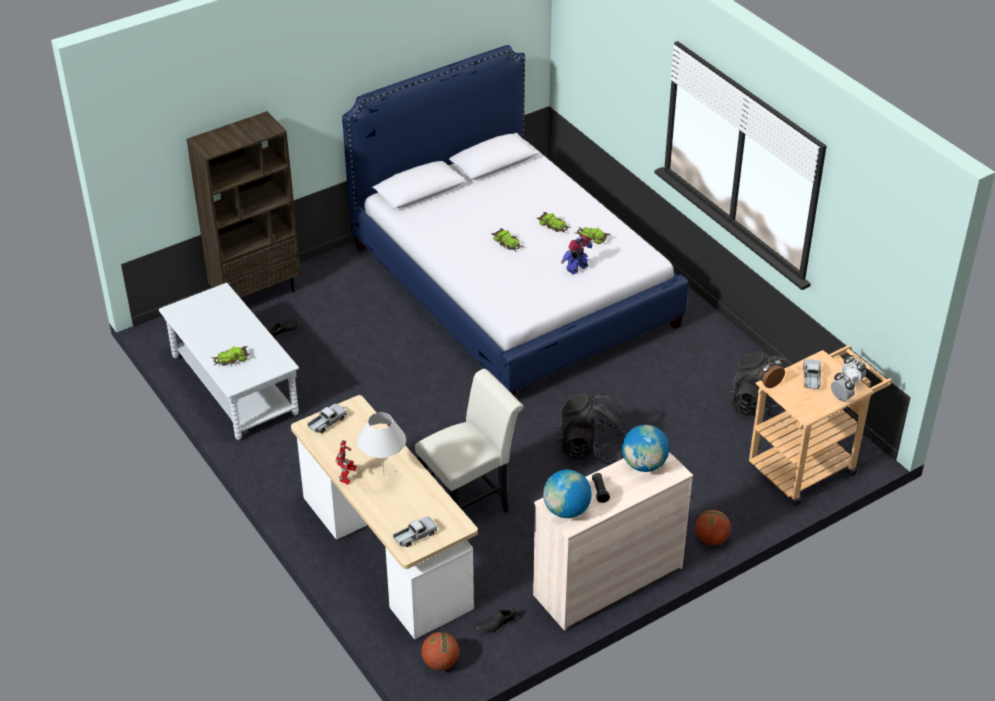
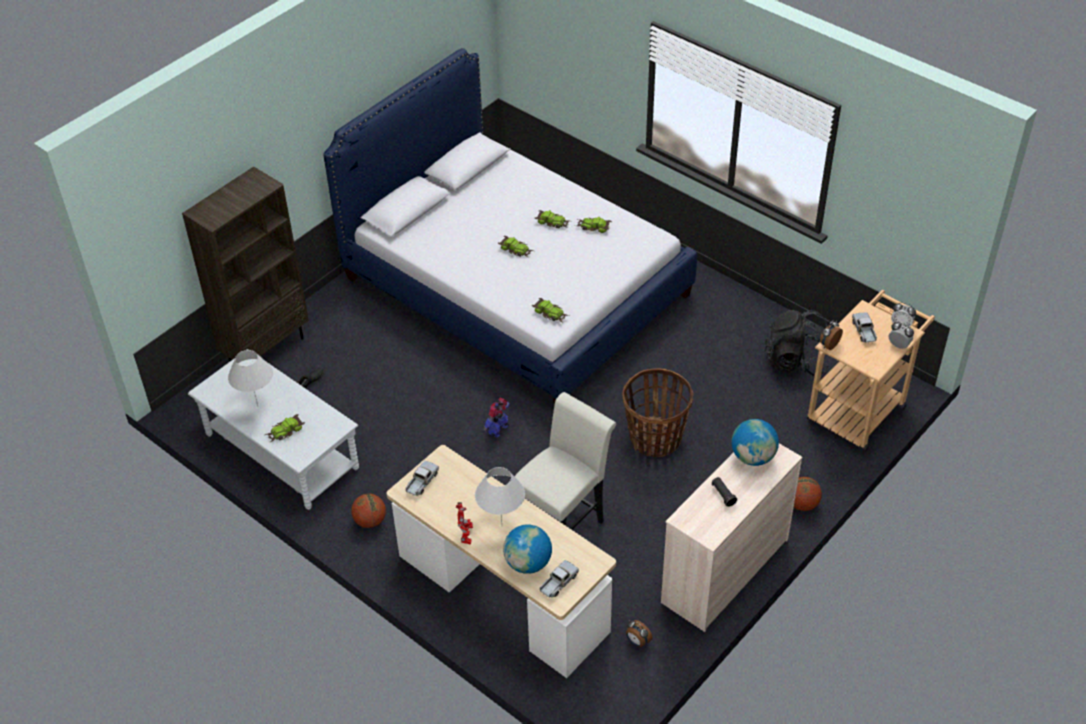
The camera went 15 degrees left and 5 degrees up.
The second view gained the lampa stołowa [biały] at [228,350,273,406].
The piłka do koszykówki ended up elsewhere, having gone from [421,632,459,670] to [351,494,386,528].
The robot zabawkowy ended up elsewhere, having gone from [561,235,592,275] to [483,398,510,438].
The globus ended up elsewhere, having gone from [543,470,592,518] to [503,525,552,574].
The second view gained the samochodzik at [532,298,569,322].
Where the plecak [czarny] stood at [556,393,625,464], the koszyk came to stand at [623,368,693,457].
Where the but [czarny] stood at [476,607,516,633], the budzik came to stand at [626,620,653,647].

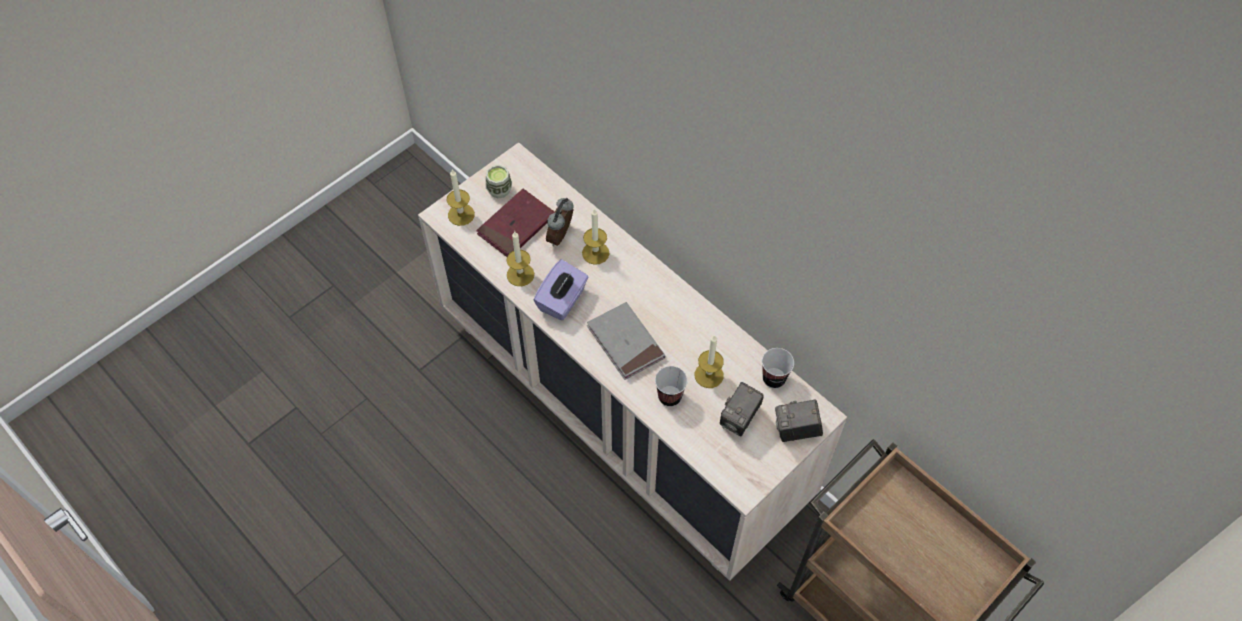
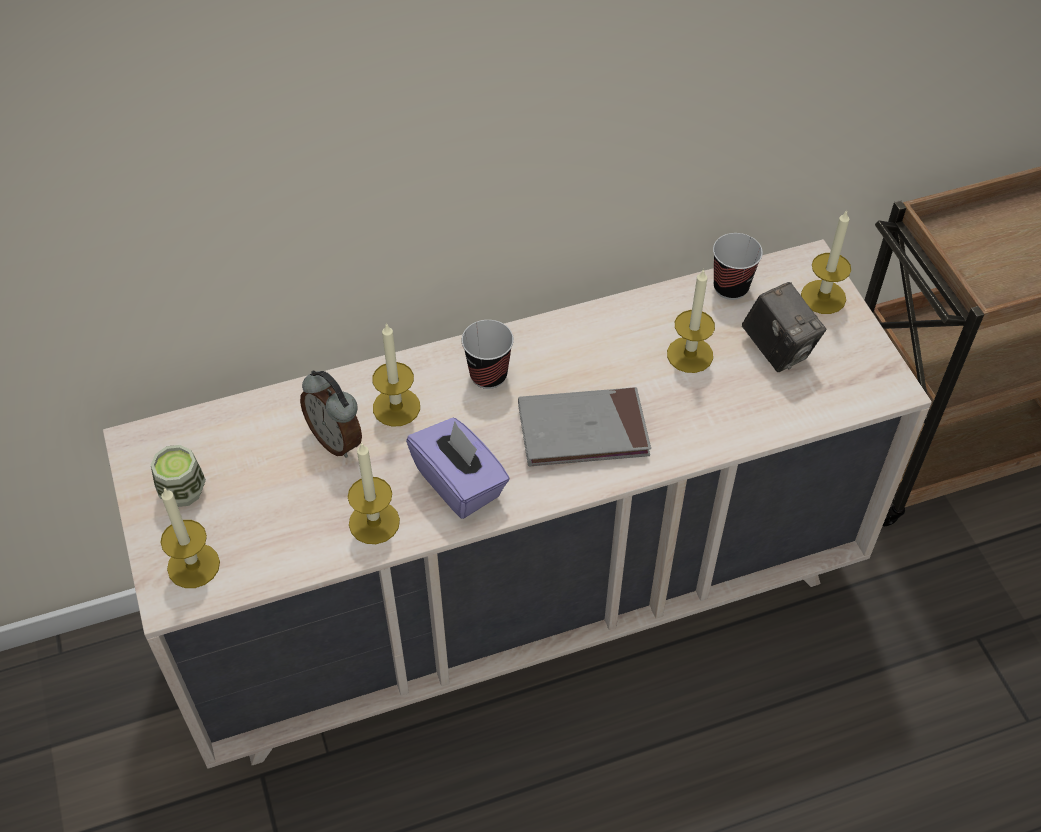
The camera went 65 degrees left and 5 degrees down.
The filiżanka ended up elsewhere, having gone from [655,366,688,407] to [462,320,514,389].
Where the aparat fotograficzny stood at [775,399,823,442], the świeca came to stand at [801,210,851,314].
The second view lost the książka [czerwony] at [476,189,554,257].

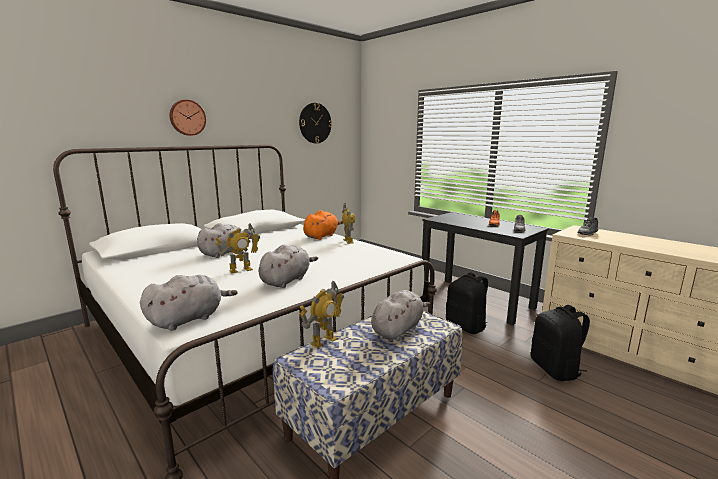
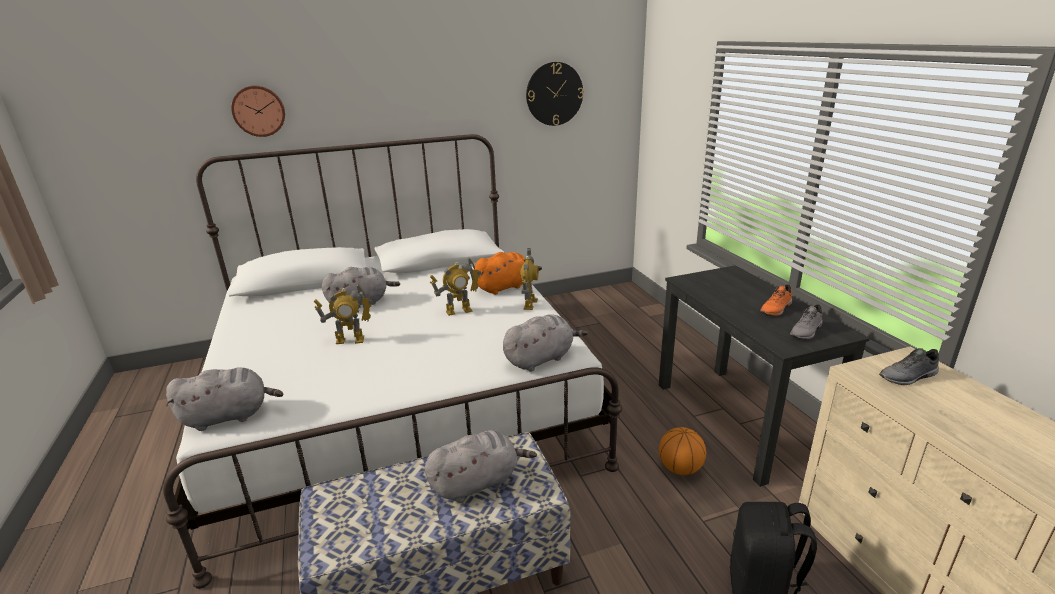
The camera went 25 degrees right and 10 degrees up.
The zegar ścienny ended up elsewhere, having gone from [169,100,206,136] to [231,86,285,137].
The robot zabawkowy ended up elsewhere, having gone from [299,281,344,348] to [430,256,481,316].
The pluszak [szary] ended up elsewhere, having gone from [259,245,318,288] to [503,314,588,372].
Where the plecak [czarny] stood at [446,272,488,334], the piłka do koszykówki came to stand at [659,427,706,475].

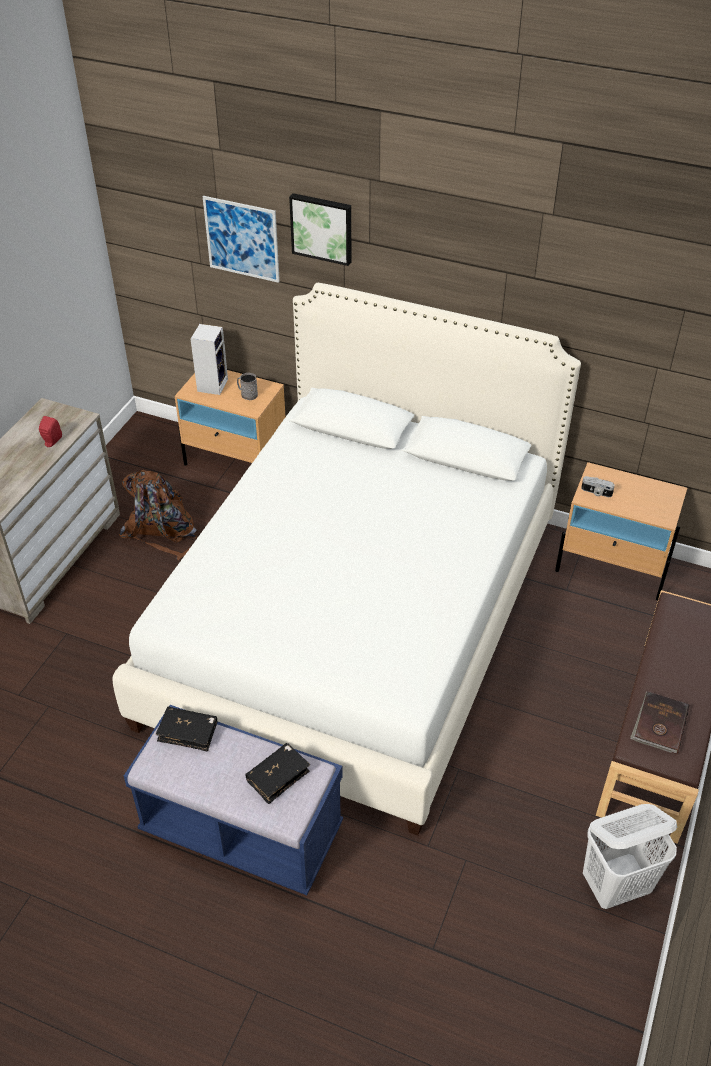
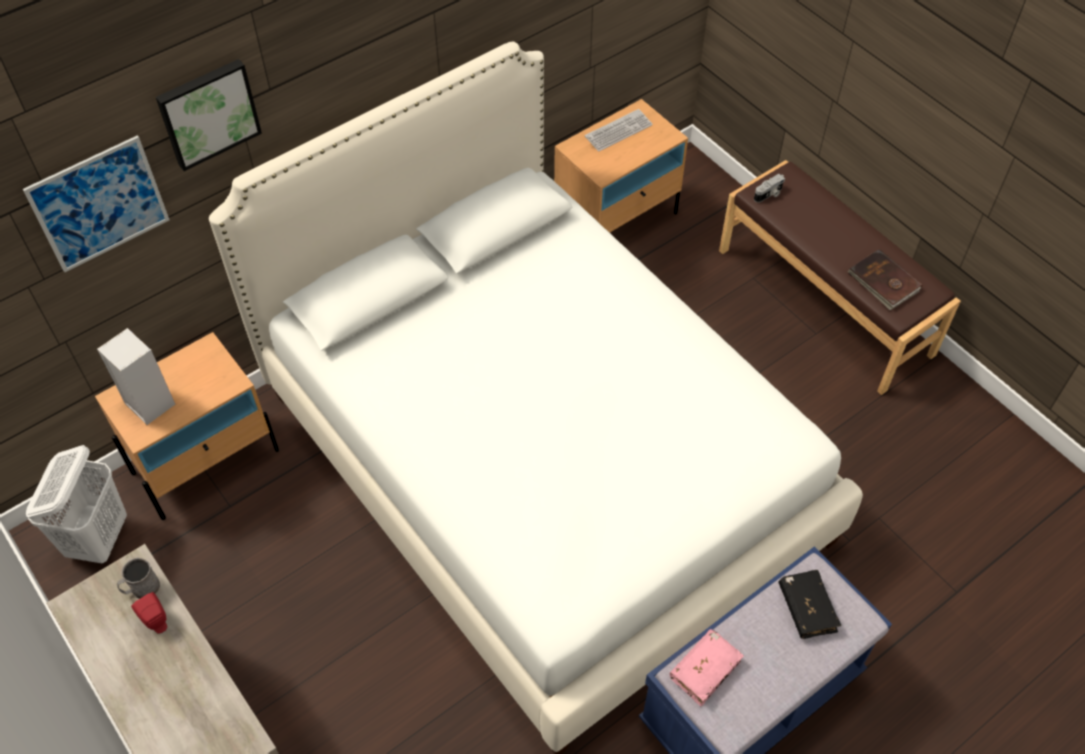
The camera went 60 degrees left and 10 degrees up.
The kosz na pranie [biały] ended up elsewhere, having gone from [583,804,677,909] to [26,445,127,564].
The kubek [szary] ended up elsewhere, having gone from [237,373,258,400] to [117,557,160,599].
The second view gained the klawiatura at [585,109,653,152].
What was the książka [czarny] at [156,707,217,751] turned into the książka [różowy] at [670,629,744,706].
The aparat fotograficzny ended up elsewhere, having gone from [581,476,615,497] to [754,174,785,203].
The second view lost the plecak [brązowy] at [119,470,197,560].

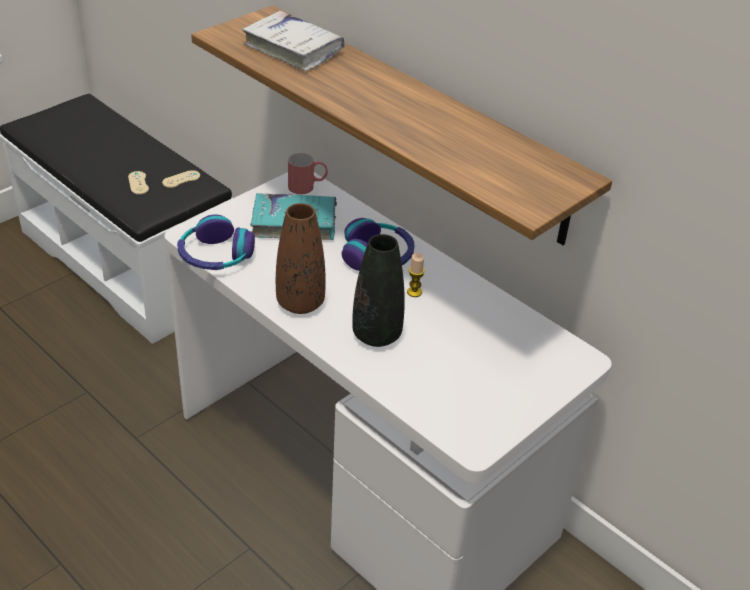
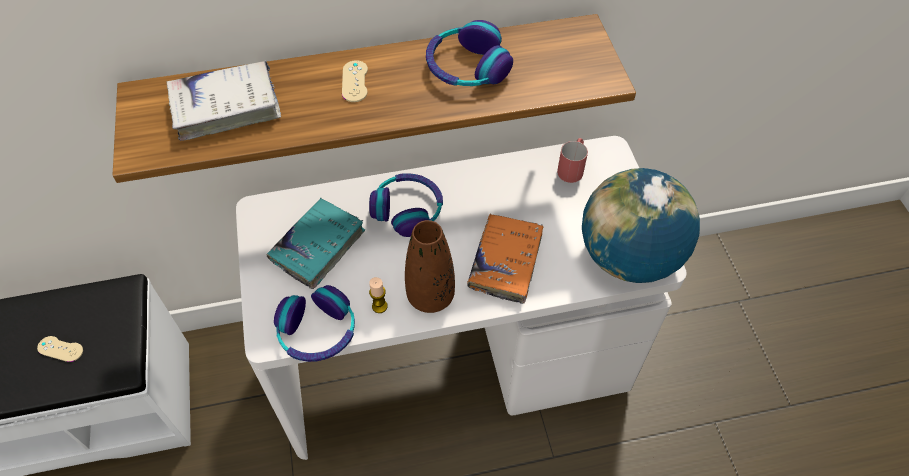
The camera went 55 degrees left and 15 degrees up.
The pad do gier [beżowy] ended up elsewhere, having gone from [162,170,200,188] to [342,60,368,102].
The świeca ended up elsewhere, having gone from [407,253,425,297] to [369,277,388,313].
The second view gained the słuchawki at [426,20,513,86].
Where the wazon [czarny] stood at [352,234,405,347], the książka [pomarańczowy] came to stand at [467,214,543,304].
The kubek [czerwony] ended up elsewhere, having gone from [288,153,328,194] to [557,138,588,183].
The second view gained the globus at [582,168,700,283].

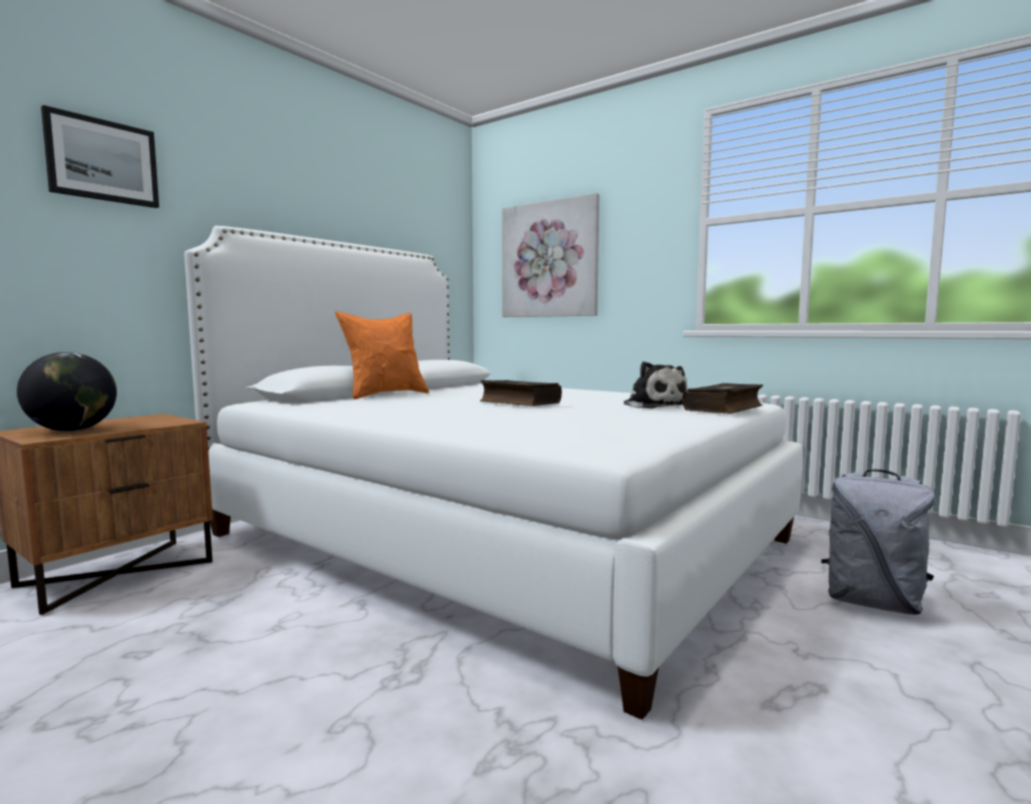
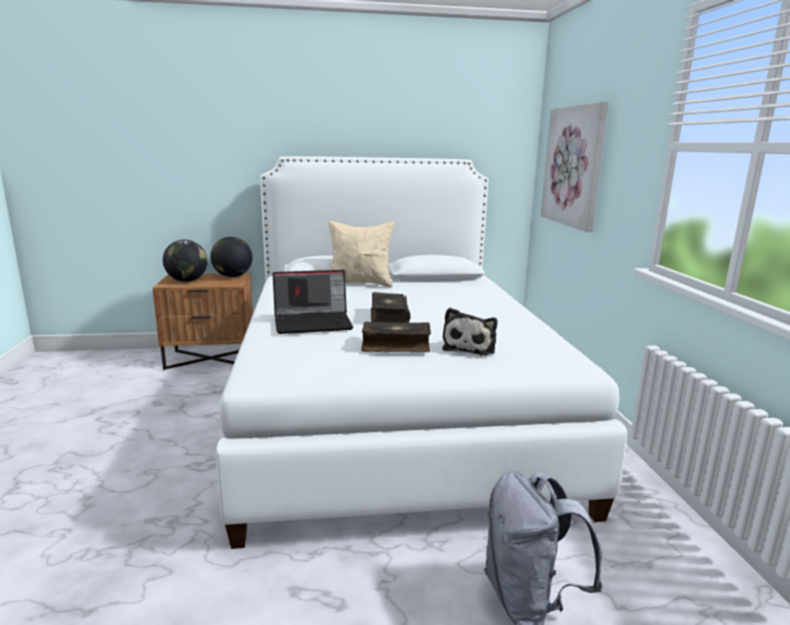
The camera went 45 degrees right and 10 degrees up.
The second view gained the globus at [210,237,253,277].
The second view gained the laptop at [273,270,353,334].
What was the poduszka [pomarańczowy] at [335,311,429,400] turned into the poduszka [beżowy] at [328,221,395,288].
The książka ended up elsewhere, having gone from [682,383,763,414] to [361,322,431,352].
The second view lost the obraz at [41,105,159,208].

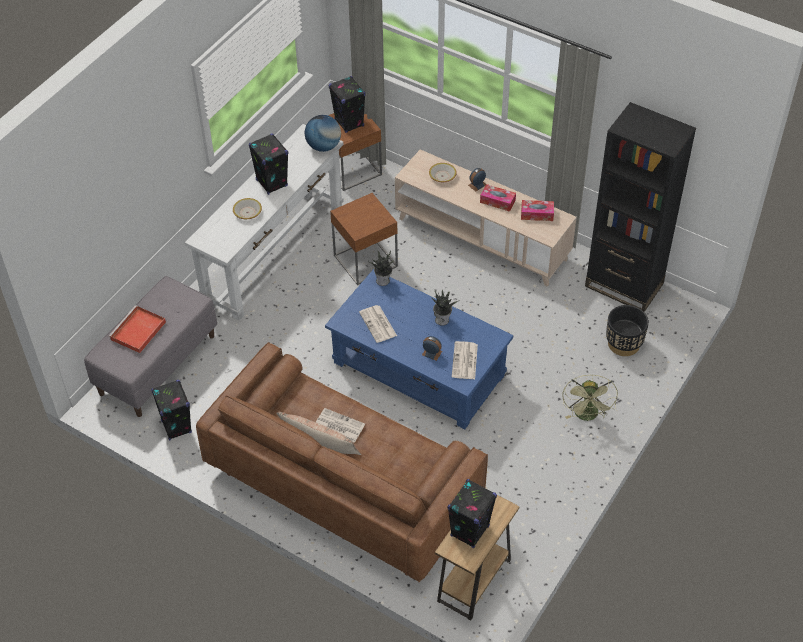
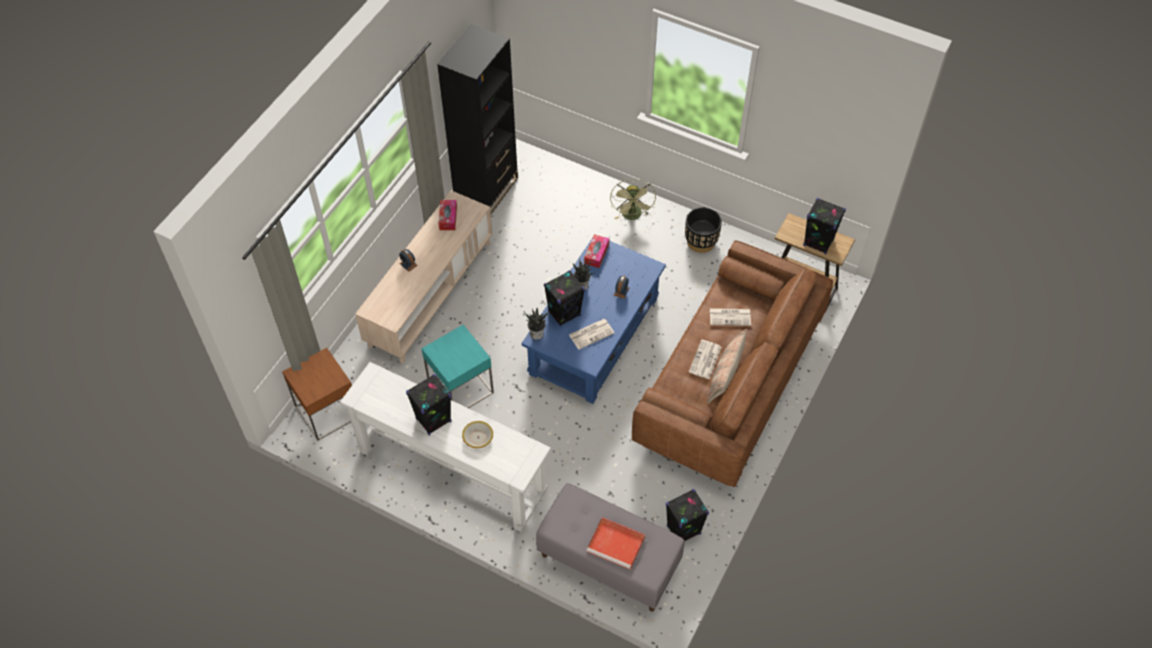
The camera went 95 degrees left and 5 degrees up.
What was the stolik [brązowy] at [330,193,398,285] turned into the stolik [turkusowy] at [421,325,494,408].
The głośnik [czarny] ended up elsewhere, having gone from [329,76,366,133] to [544,270,585,327].
The pudełko chusteczek ended up elsewhere, having gone from [480,184,516,212] to [584,234,609,268].
The wentylator [zielony] at [562,374,618,421] ended up facing another way, 90 degrees clockwise from before.
The donica [czarny] ended up elsewhere, having gone from [606,305,649,356] to [685,207,722,253].
The gazeta ended up elsewhere, having gone from [452,341,478,379] to [710,308,751,326].
The second view lost the globus at [305,115,341,152].
The second view lost the miska at [429,163,457,182].

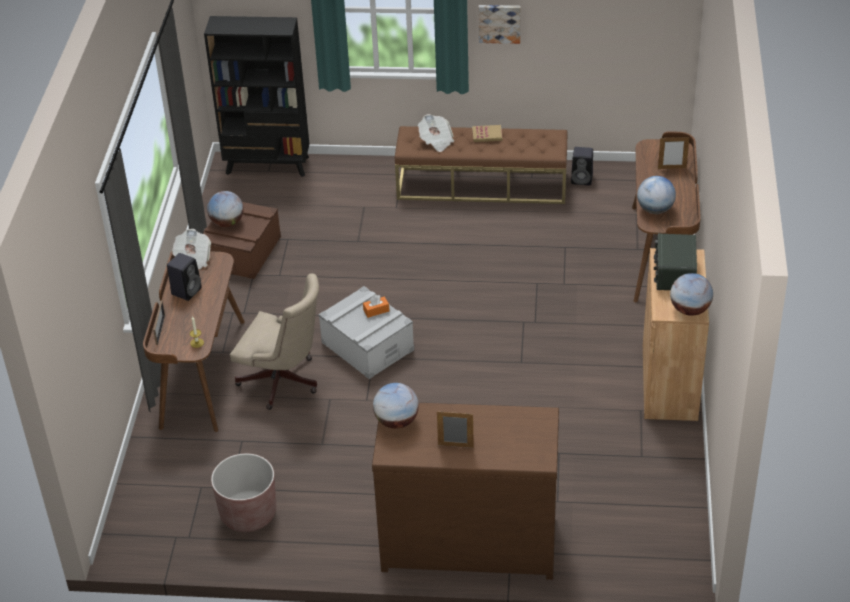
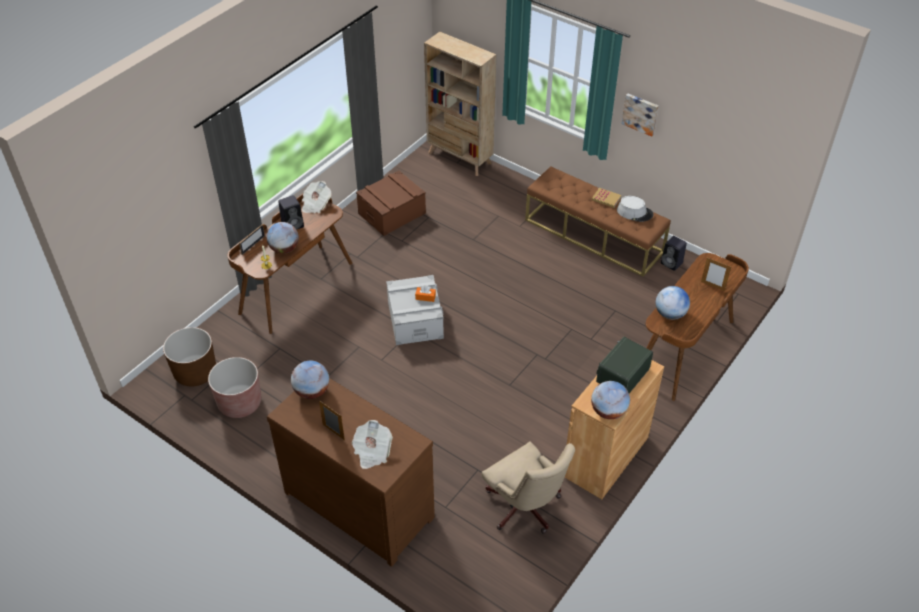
The camera went 30 degrees right and 5 degrees up.
The second view gained the donica [brązowy] at [163,327,216,387].
The globus ended up elsewhere, having gone from [207,191,244,227] to [266,222,299,254].
The gazeta ended up elsewhere, having gone from [418,114,454,152] to [352,420,393,469].
What was the regał [czarny] at [204,16,309,177] turned into the regał [beżowy] at [424,32,496,176].
The krzesło biurowe [beżowy] ended up elsewhere, having gone from [230,273,319,410] to [482,441,575,534].
The second view gained the kapelusz [szary] at [617,196,654,222].

